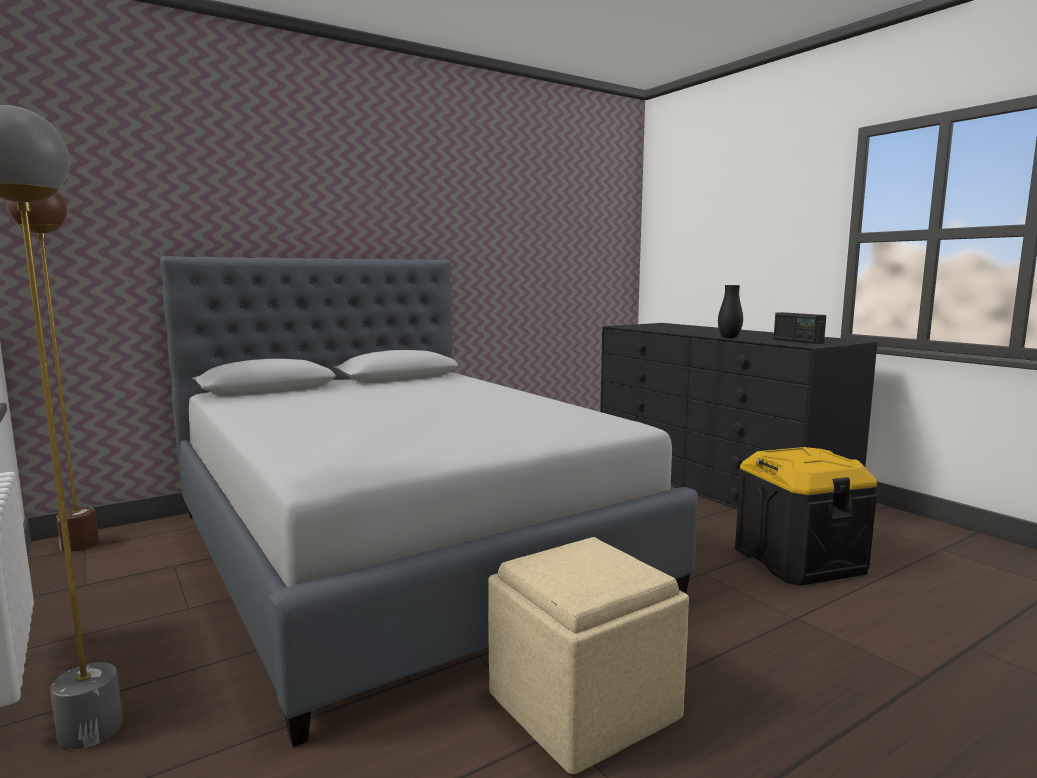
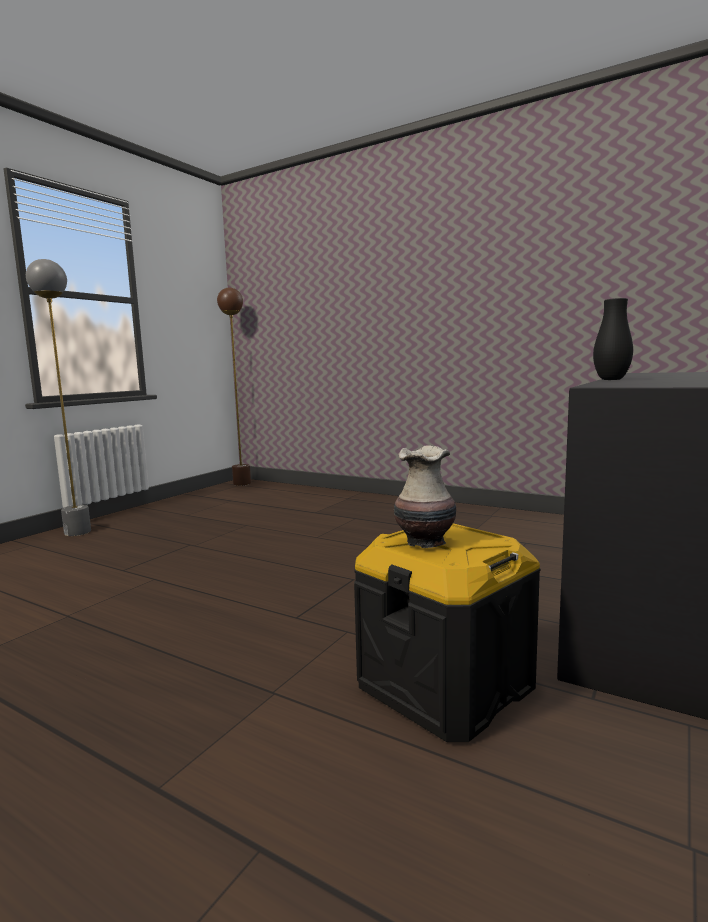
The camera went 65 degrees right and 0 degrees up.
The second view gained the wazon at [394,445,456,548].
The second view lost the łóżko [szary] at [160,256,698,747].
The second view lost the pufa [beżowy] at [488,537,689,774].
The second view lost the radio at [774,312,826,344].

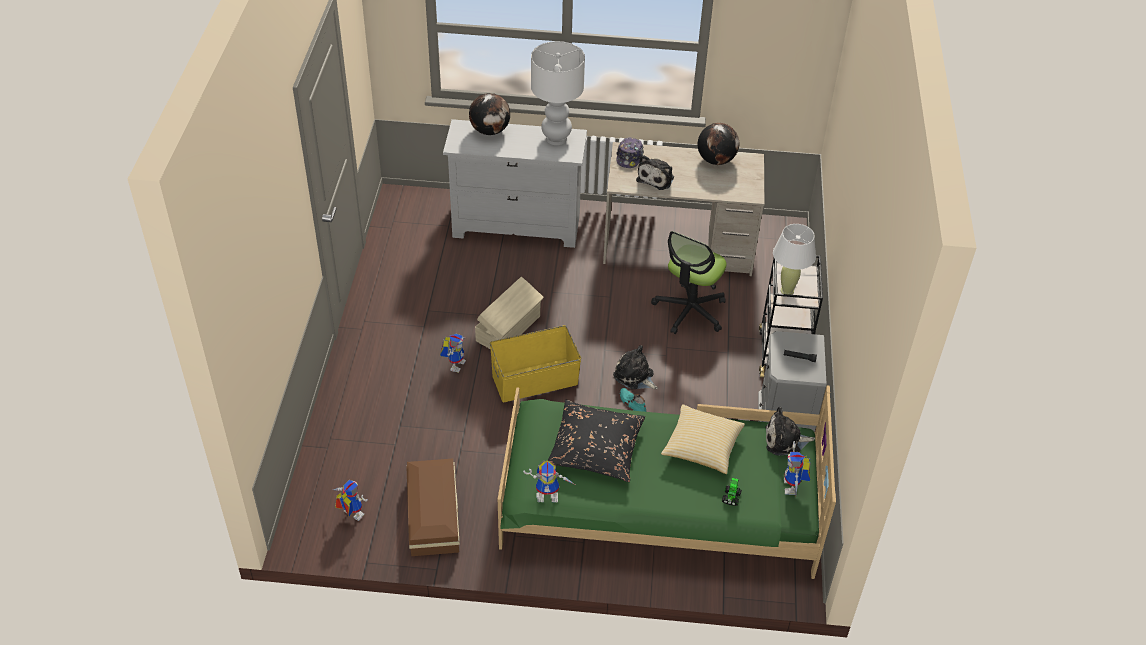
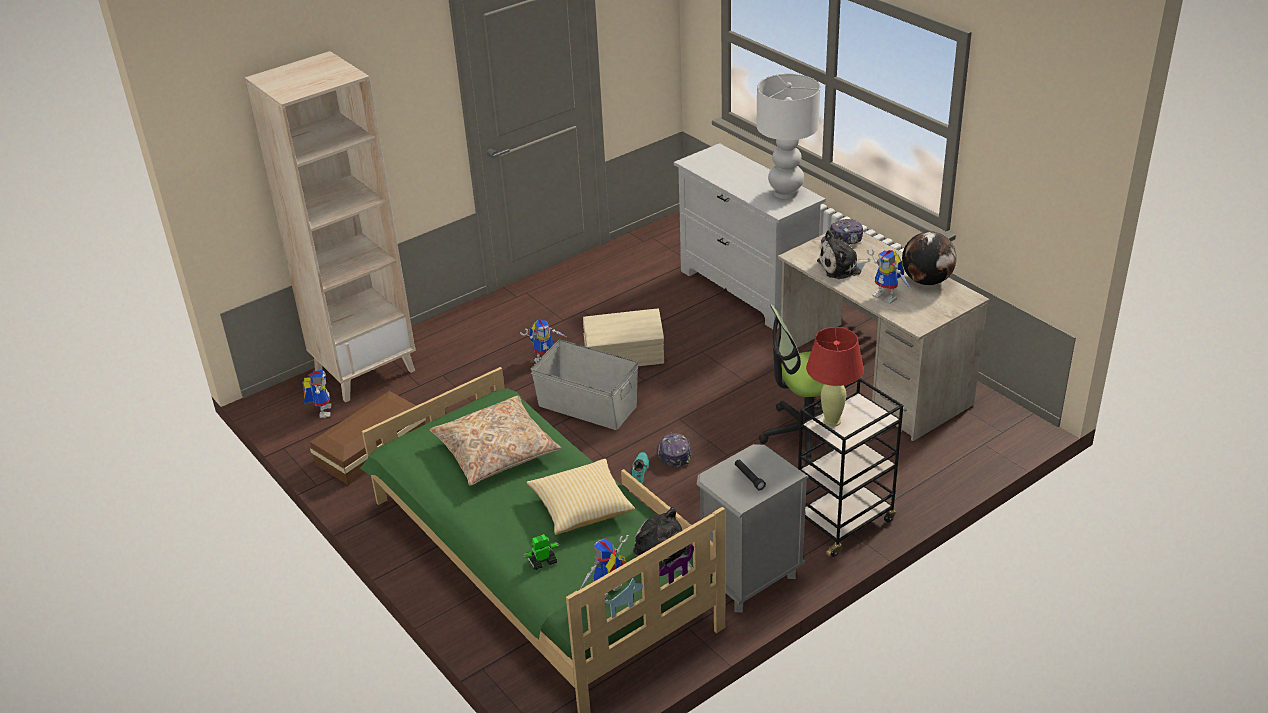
The camera went 50 degrees right and 10 degrees down.
The second view gained the regał [beżowy] at [245,51,416,402].
What was the poduszka [czarny] at [548,400,645,482] turned into the poduszka [beżowy] at [430,396,561,486].
What was the pojemnik do przechowywania [żółty] at [490,325,581,402] turned into the pojemnik do przechowywania [szary] at [531,340,638,430].
Where the pluszak stood at [613,345,658,389], the czapka z daszkiem came to stand at [657,433,692,467].
What was the lampa stołowa [biały] at [773,224,816,295] turned into the lampa stołowa [czerwony] at [806,327,864,427].
The robot zabawkowy ended up elsewhere, having gone from [523,460,574,502] to [867,249,911,304].
The second view lost the globus at [469,93,510,135].

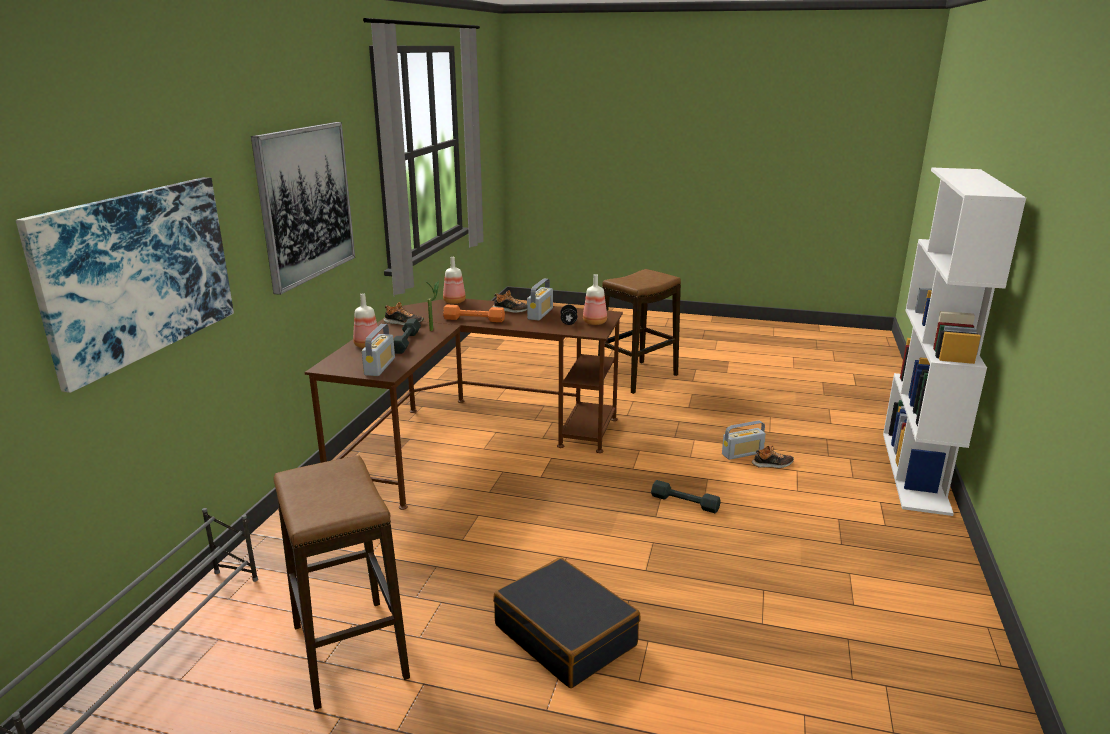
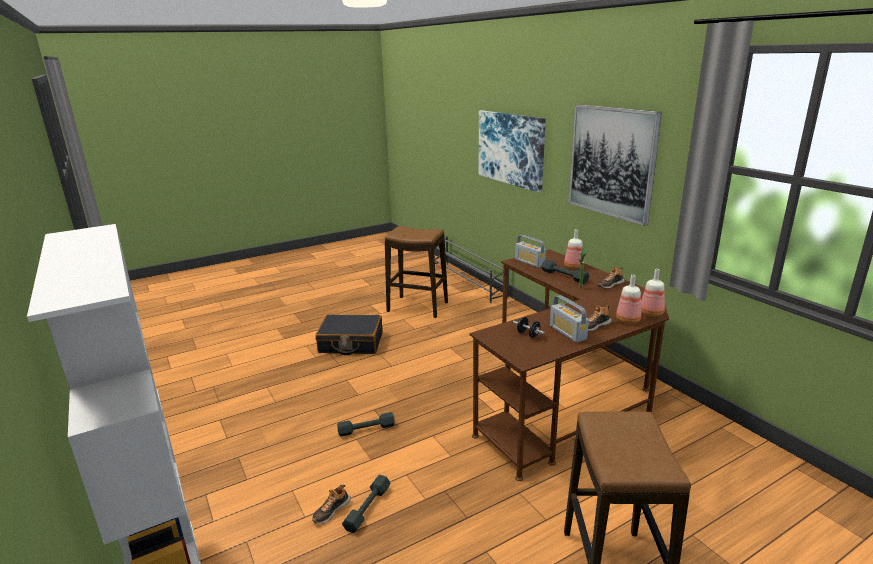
The camera went 135 degrees right and 0 degrees up.
Where the radio stood at [722,421,766,460], the hantel [szary] came to stand at [342,475,391,533].
The butelka ended up elsewhere, having gone from [583,274,607,325] to [616,275,641,324].
The second view lost the hantel [pomarańczowy] at [443,305,505,322].

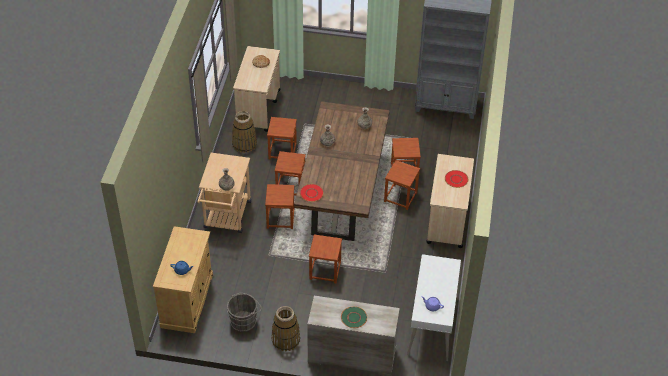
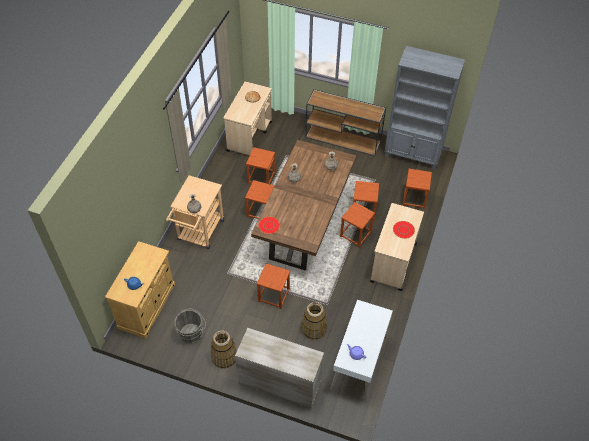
The camera went 10 degrees right and 5 degrees up.
The koszyk ended up elsewhere, having gone from [232,111,257,153] to [301,302,327,340].
The second view gained the stolik konsolowy [brązowy] at [305,89,386,156].
The stołek [brązowy] ended up elsewhere, having gone from [265,184,294,229] to [402,169,432,209].
The second view lost the talerz [zielony] at [341,306,367,328].

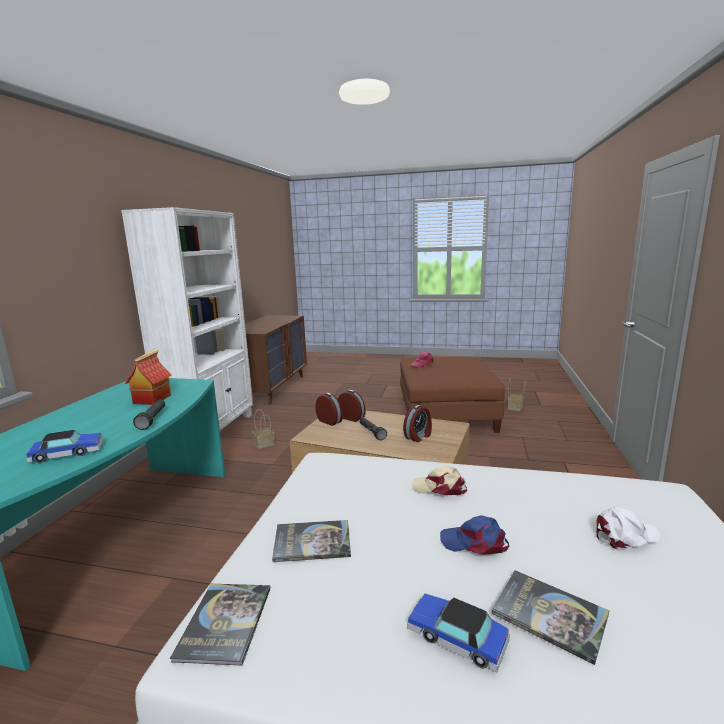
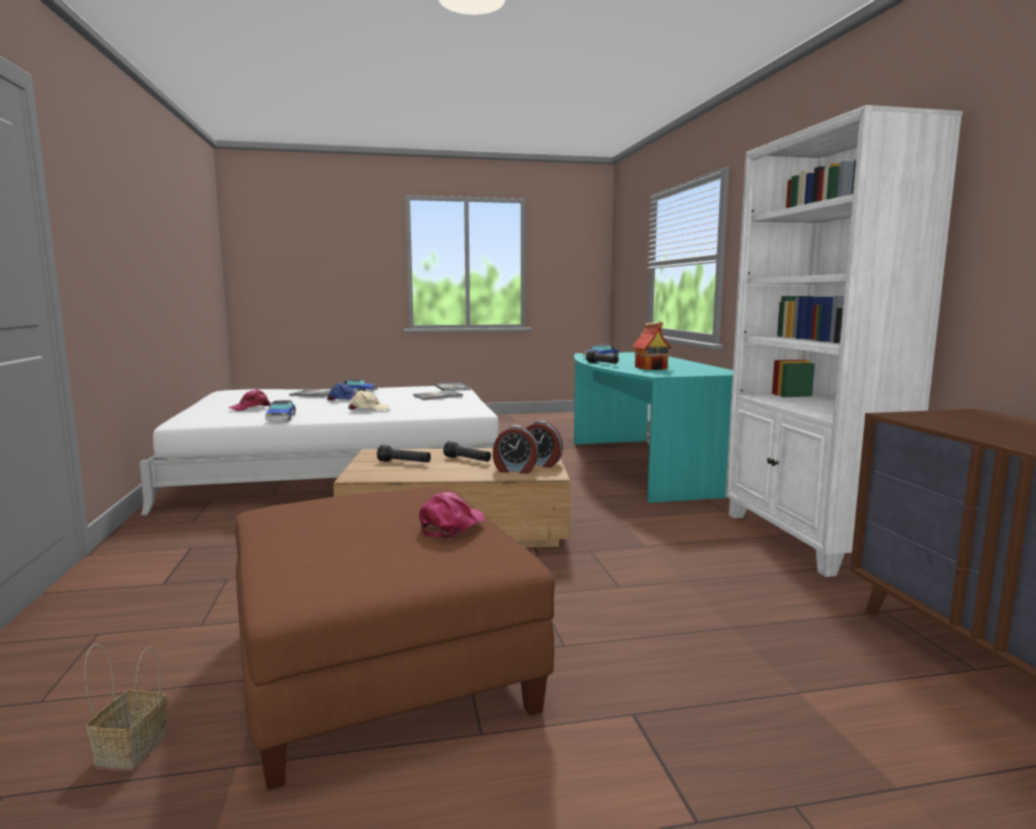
The camera went 155 degrees right and 5 degrees down.
What was the czapka z daszkiem [biały] at [596,507,660,550] turned into the czapka z daszkiem [różowy] at [228,389,271,411].
The second view gained the samochodzik at [265,400,296,420].
Where the budzik stood at [403,405,432,442], the latarka [czarny] came to stand at [377,445,431,462].
The second view lost the koszyk at [252,409,275,449].

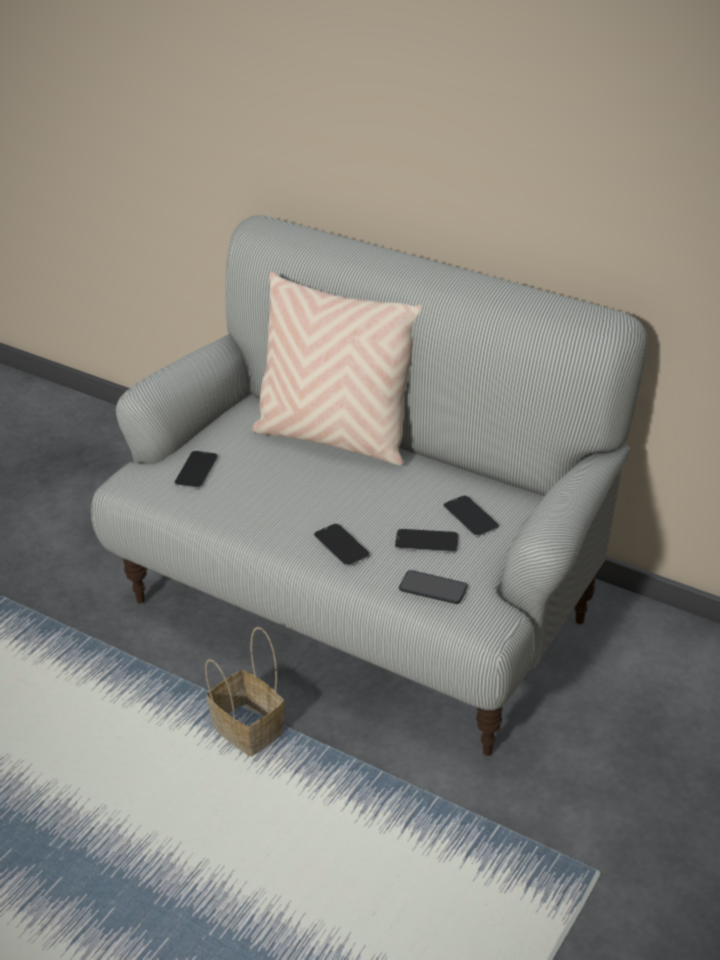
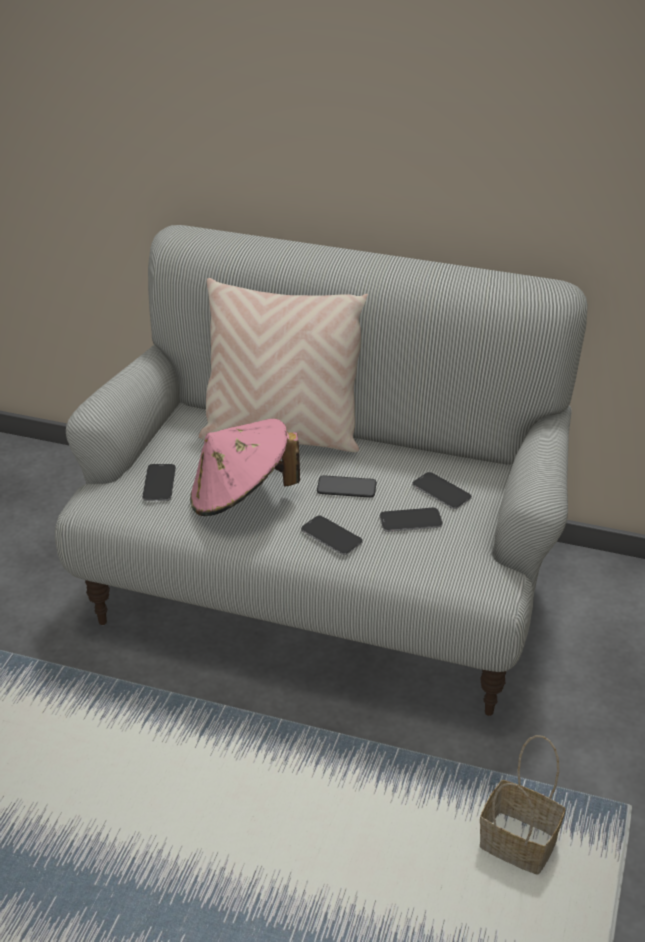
The camera went 15 degrees left and 0 degrees up.
The second view gained the kapelusz [różowy] at [190,419,300,516].
The telefon ended up elsewhere, having gone from [399,570,468,604] to [317,475,377,498].
The koszyk ended up elsewhere, having gone from [205,627,285,756] to [480,735,566,875].

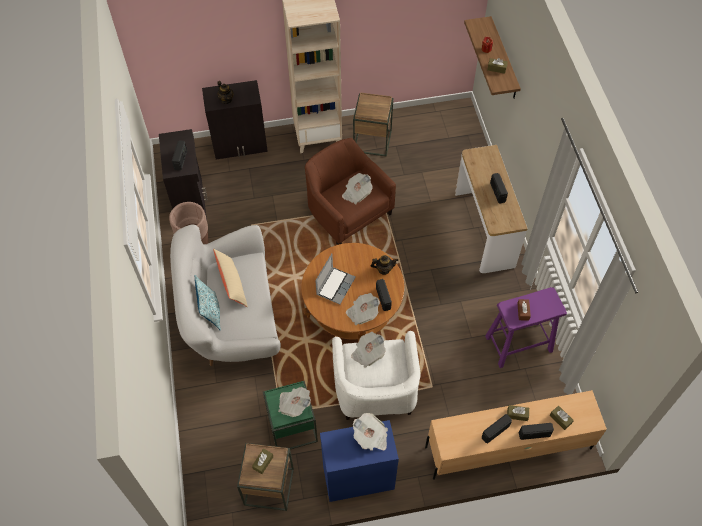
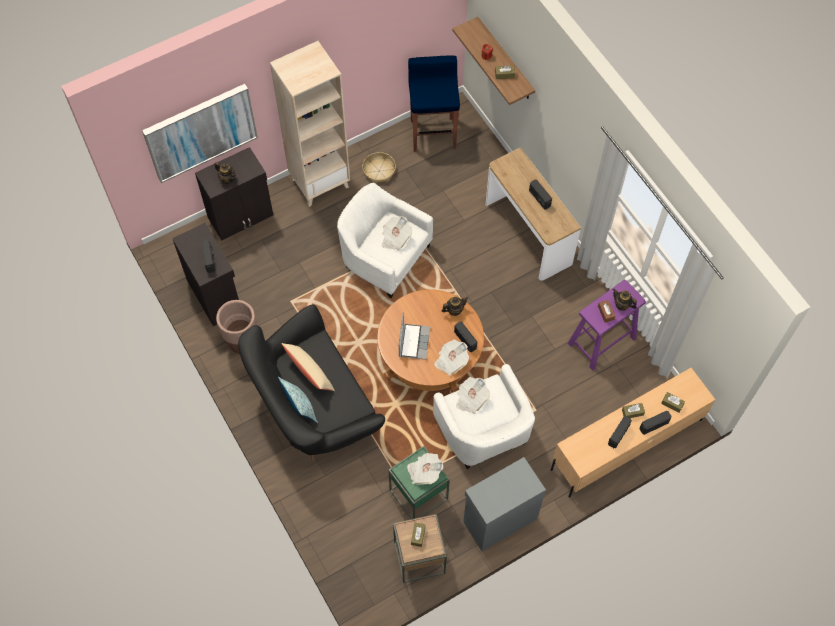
The camera went 20 degrees left and 5 degrees up.
The second view gained the obraz at [142,84,258,183].
What was the kanapa [biały] at [170,225,281,366] turned into the kanapa [czarny] at [238,304,385,461].
What was the fotel [brązowy] at [305,138,396,245] turned into the fotel [biały] at [337,183,433,298].
Where the stolik [brązowy] stood at [353,92,393,157], the koszyk came to stand at [362,152,396,183].
The second view gained the stołek [niebieski] at [408,56,460,152].
What was the szafka [niebieski] at [320,420,399,502] turned into the szafka [szary] at [463,457,546,551].
The second view gained the imbryk at [613,289,637,311].
The second view lost the gazeta at [353,413,388,451].

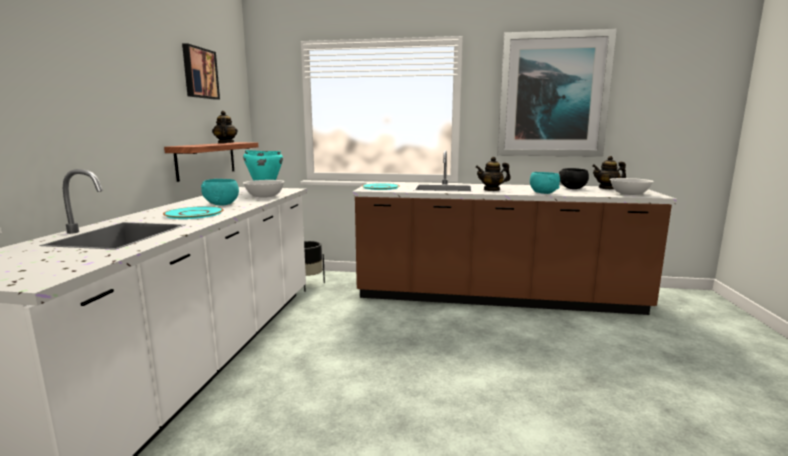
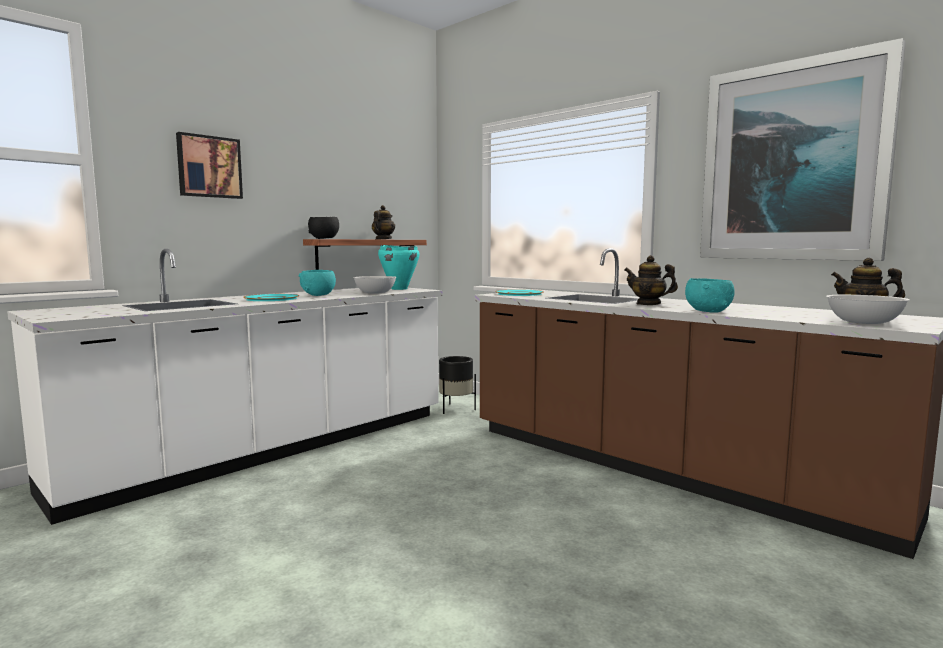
The camera went 35 degrees right and 5 degrees down.
The obraz ended up elsewhere, having gone from [182,43,220,100] to [176,132,243,199].
The miska [czarny] ended up elsewhere, having gone from [559,168,589,189] to [308,217,339,239].

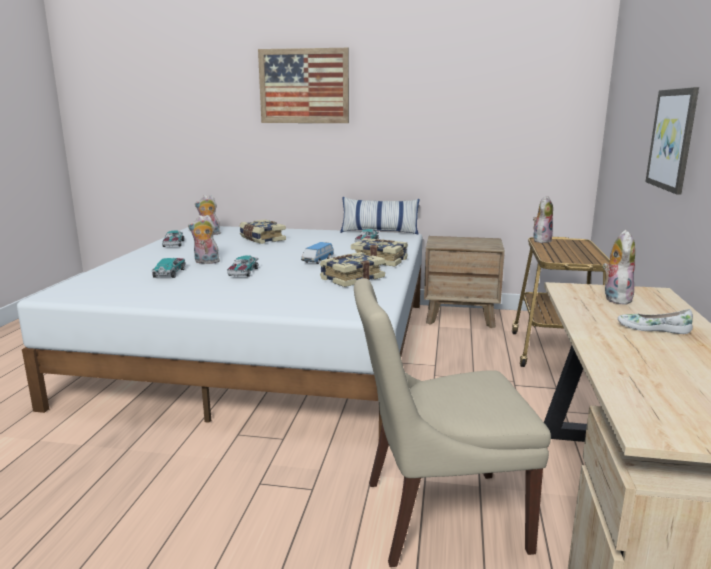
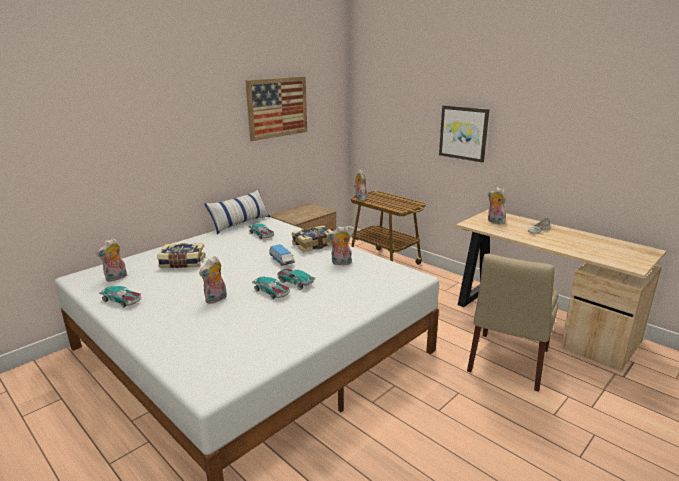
The camera went 55 degrees left and 5 degrees up.
The obraz ended up elsewhere, having gone from [258,48,349,123] to [245,76,307,141].
The samochodzik ended up elsewhere, having gone from [152,258,185,278] to [277,269,315,289].
Where the książka stood at [320,252,385,287], the pluszak came to stand at [328,226,352,265].

